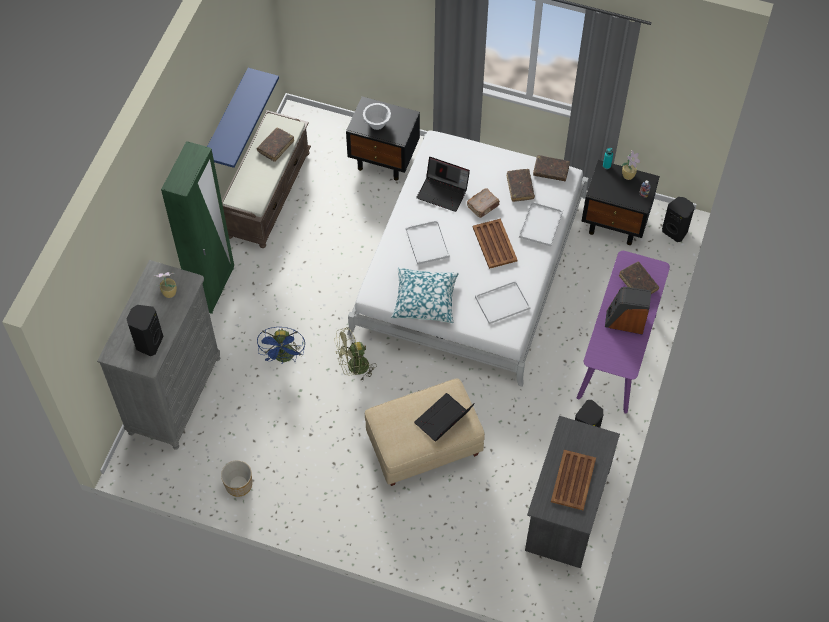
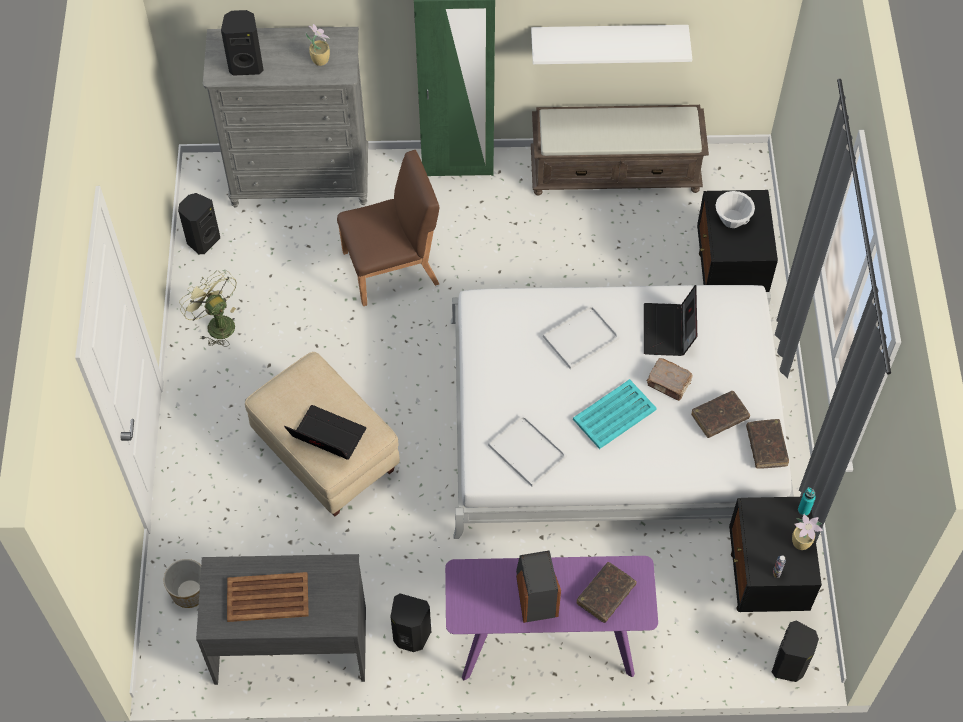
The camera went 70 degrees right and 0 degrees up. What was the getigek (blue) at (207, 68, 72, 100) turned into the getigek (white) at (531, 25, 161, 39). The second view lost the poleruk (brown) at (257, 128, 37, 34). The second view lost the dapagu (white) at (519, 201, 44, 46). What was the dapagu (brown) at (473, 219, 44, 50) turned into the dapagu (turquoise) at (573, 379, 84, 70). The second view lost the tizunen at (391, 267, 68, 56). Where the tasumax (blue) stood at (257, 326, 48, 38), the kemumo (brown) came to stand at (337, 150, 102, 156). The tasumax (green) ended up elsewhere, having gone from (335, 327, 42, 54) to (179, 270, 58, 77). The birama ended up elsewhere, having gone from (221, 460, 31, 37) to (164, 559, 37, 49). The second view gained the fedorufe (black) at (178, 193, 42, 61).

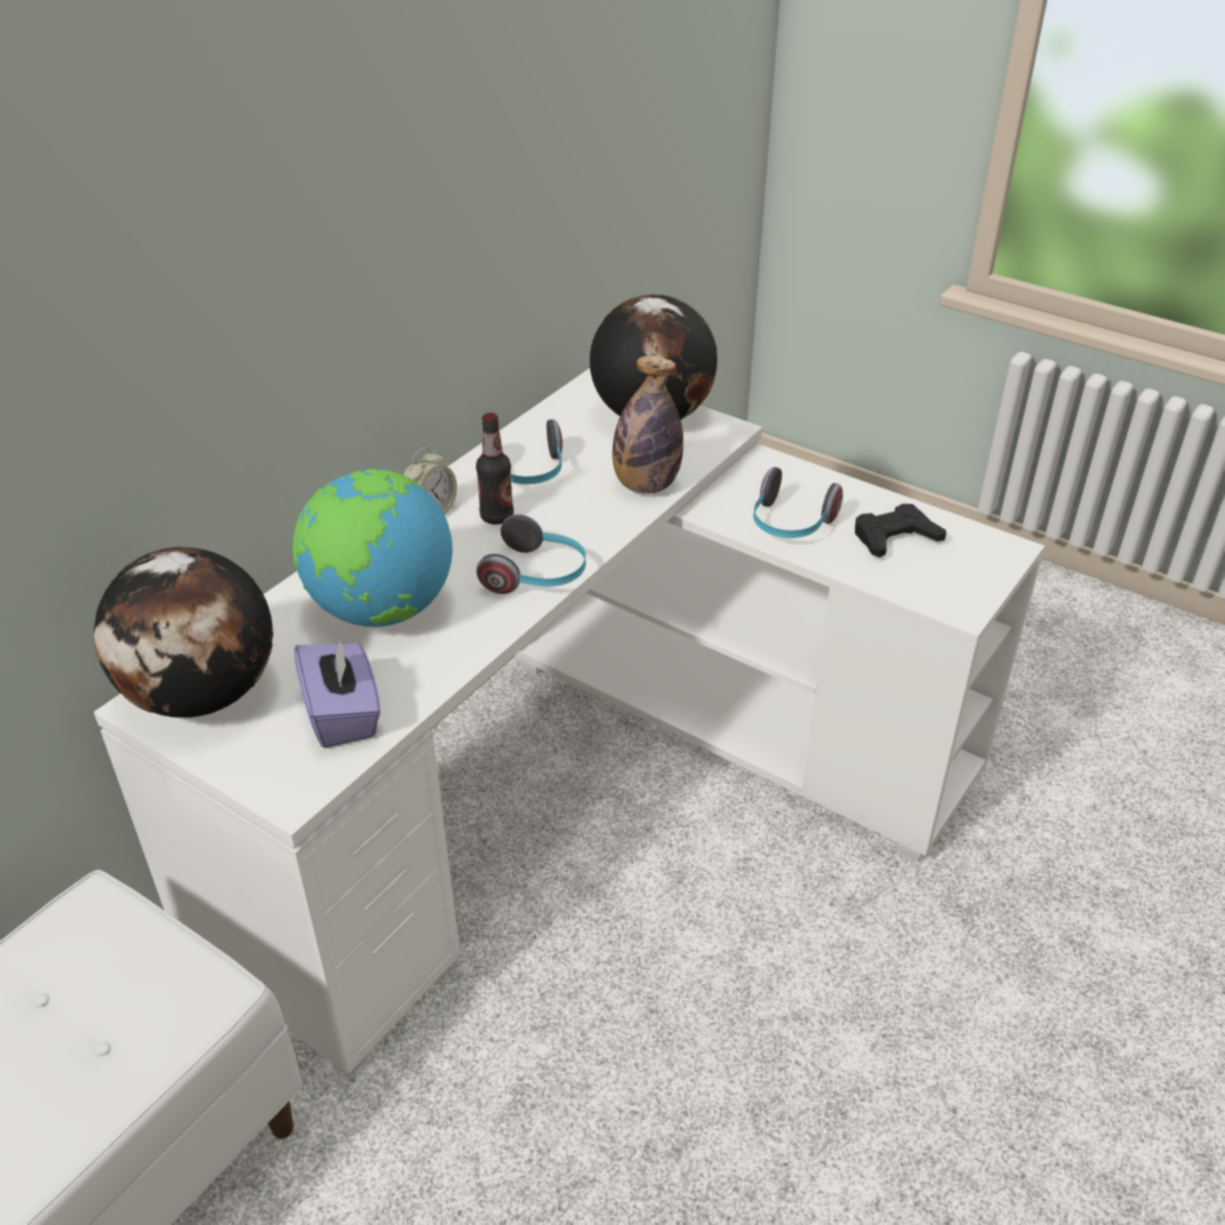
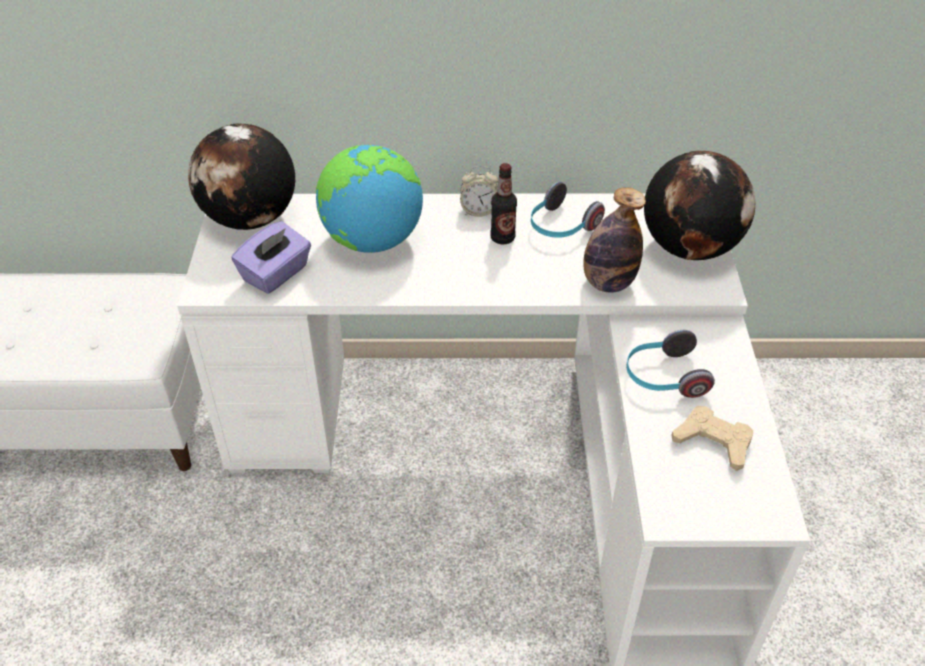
The camera went 55 degrees right and 5 degrees up. What was the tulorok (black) at (855, 504, 91, 54) turned into the tulorok (beige) at (671, 406, 82, 65). The second view lost the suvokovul at (476, 514, 110, 80).

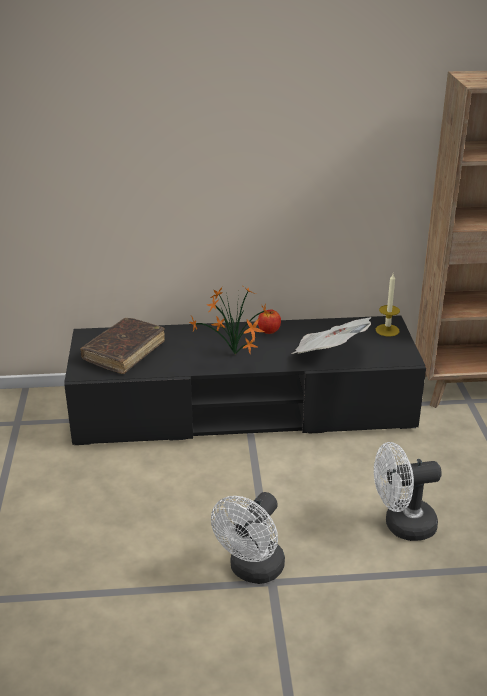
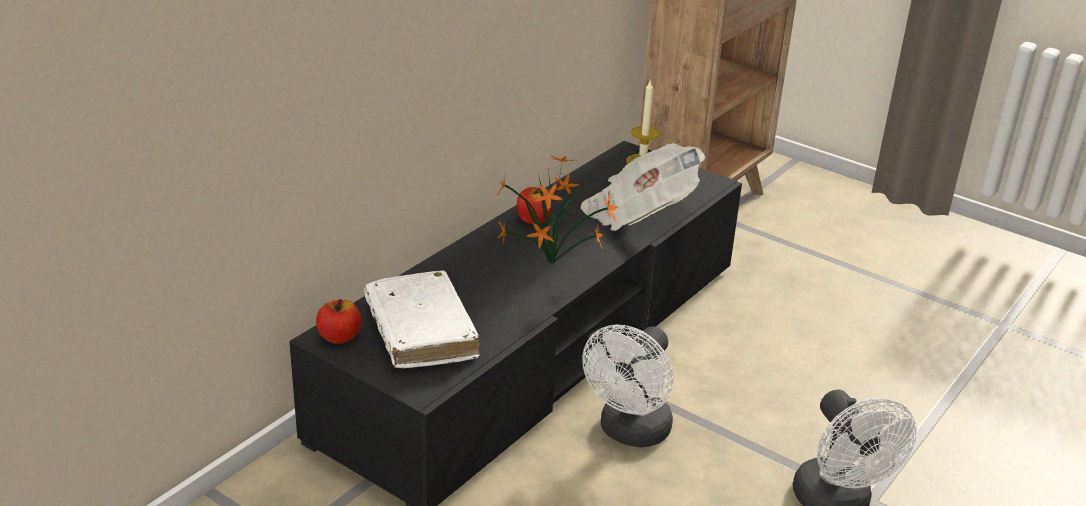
The camera went 50 degrees left and 0 degrees up. What was the poleruk (brown) at (80, 318, 85, 56) turned into the poleruk (white) at (365, 270, 115, 98). The tasumax (white) ended up elsewhere, having gone from (374, 442, 68, 99) to (582, 324, 91, 124). The second view gained the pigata at (316, 299, 45, 45).

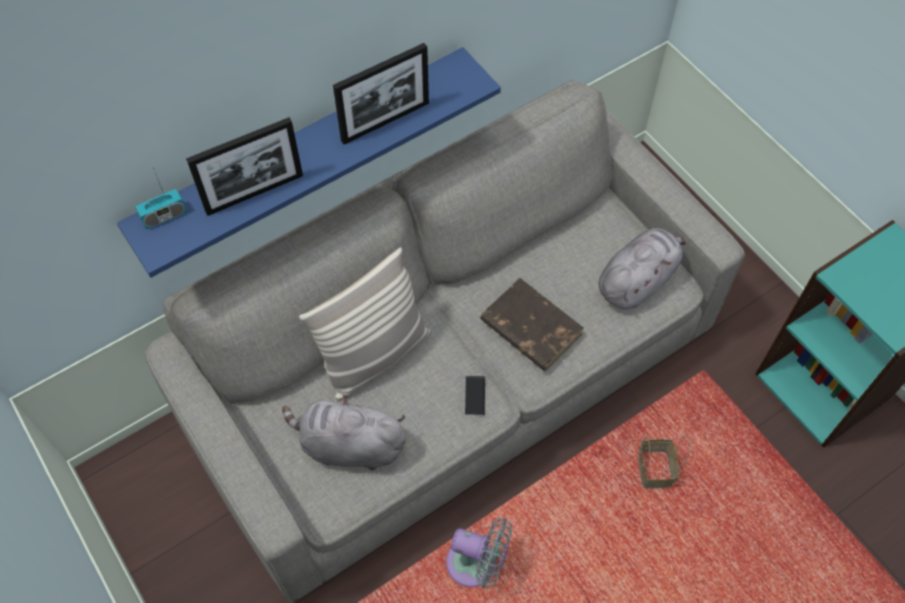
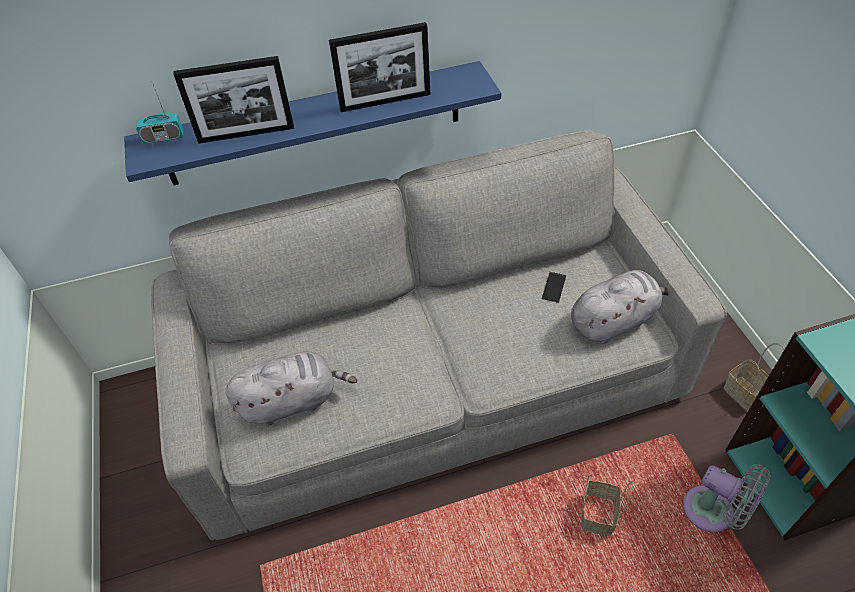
The camera went 20 degrees right and 10 degrees down. The second view lost the tizunen at (299, 247, 131, 155). The second view lost the poleruk (brown) at (480, 278, 104, 93). The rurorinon ended up elsewhere, having gone from (465, 376, 20, 39) to (542, 272, 24, 31). The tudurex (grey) at (282, 394, 124, 76) ended up facing another way, 135 degrees clockwise from before. The tasumax (grey) ended up elsewhere, having gone from (446, 518, 67, 70) to (683, 464, 87, 68). The second view gained the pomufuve at (723, 343, 61, 68).

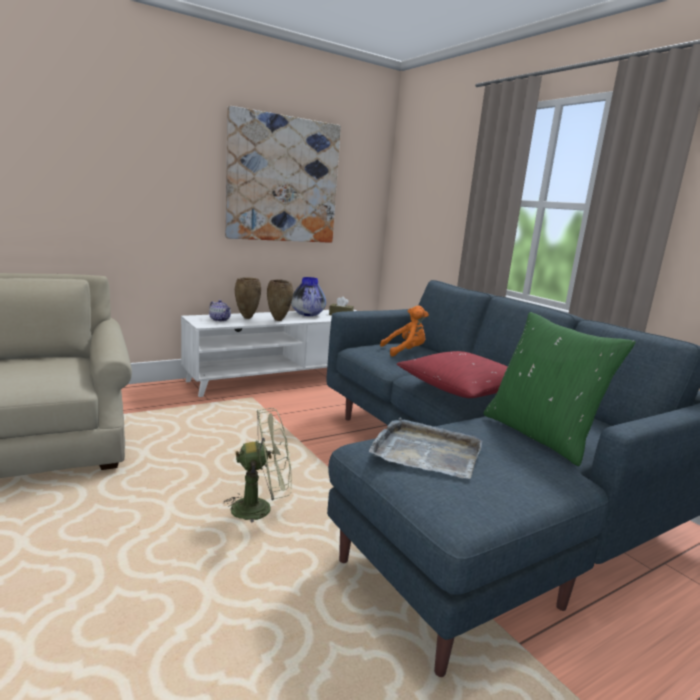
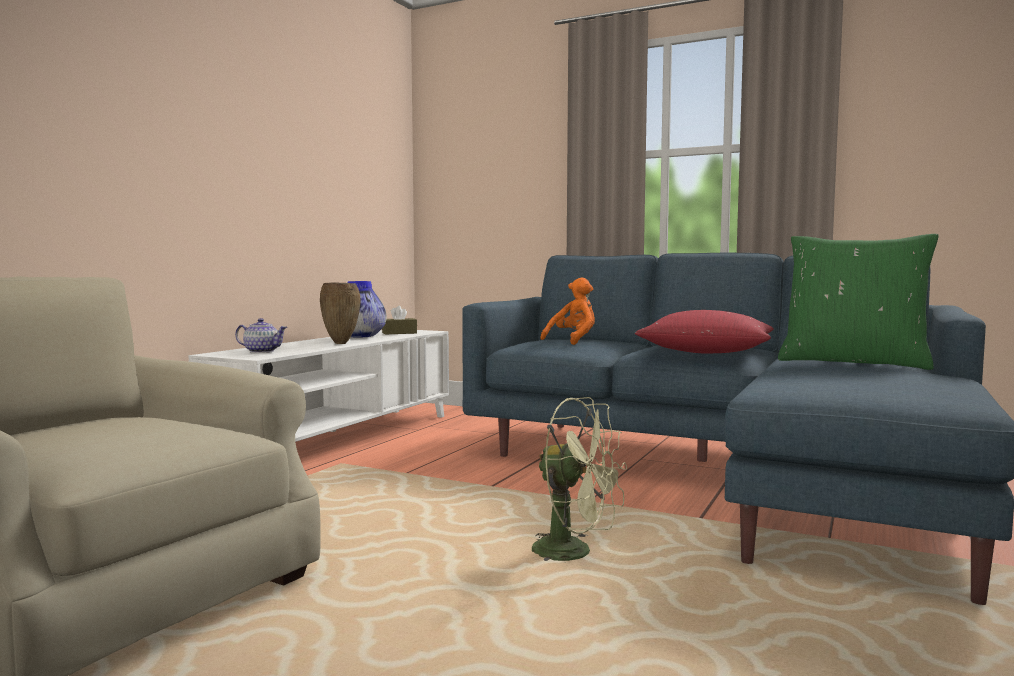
The camera went 30 degrees left and 10 degrees down. The second view lost the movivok at (225, 106, 116, 137). The second view lost the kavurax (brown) at (235, 278, 26, 41). The tasumax (green) at (224, 408, 68, 114) ended up facing another way, 75 degrees clockwise from before. The second view lost the dapagu (grey) at (369, 417, 113, 62).

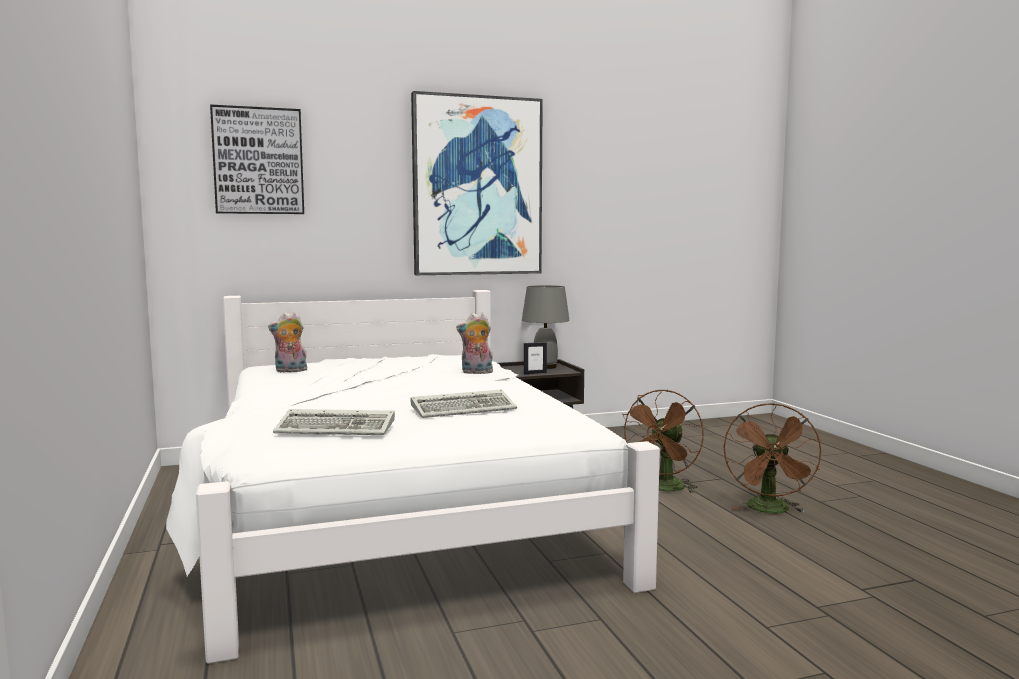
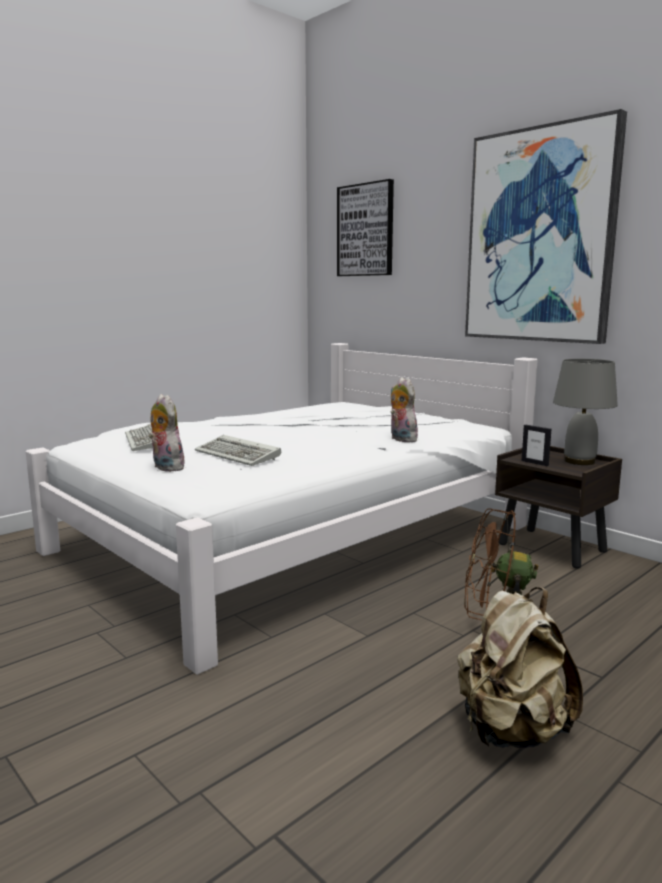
The camera went 65 degrees right and 5 degrees up. The tudurex ended up elsewhere, having gone from (268, 312, 39, 61) to (148, 394, 36, 78). Where the tasumax (brown) stood at (723, 403, 98, 110), the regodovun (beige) came to stand at (457, 587, 126, 161).

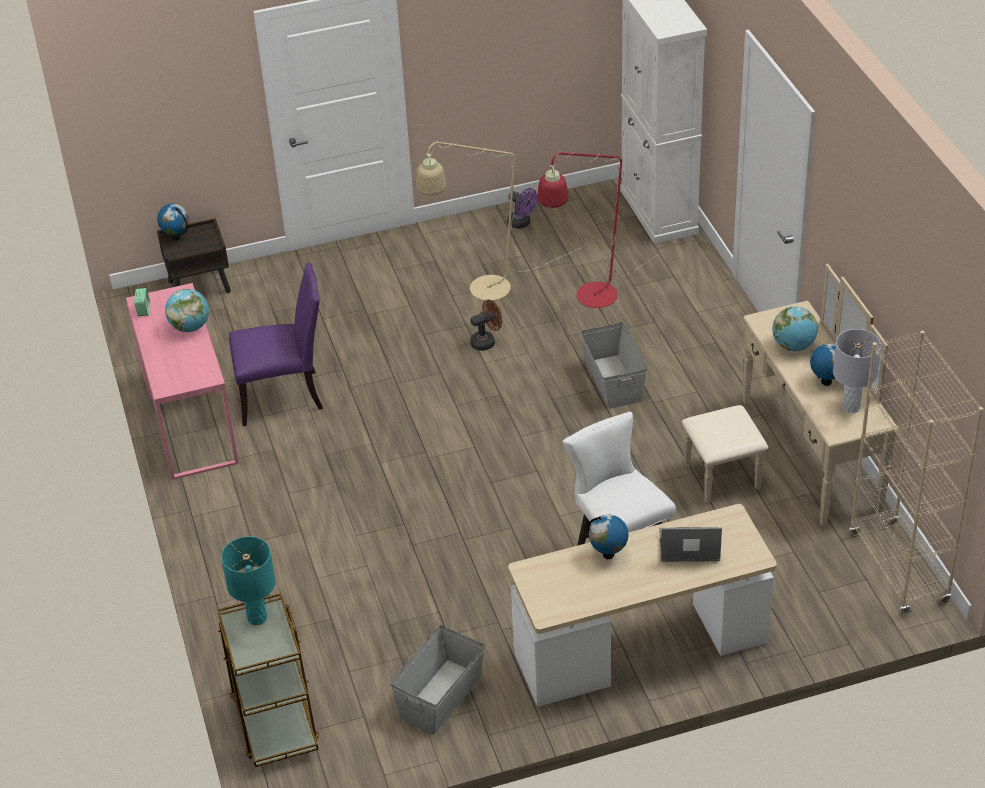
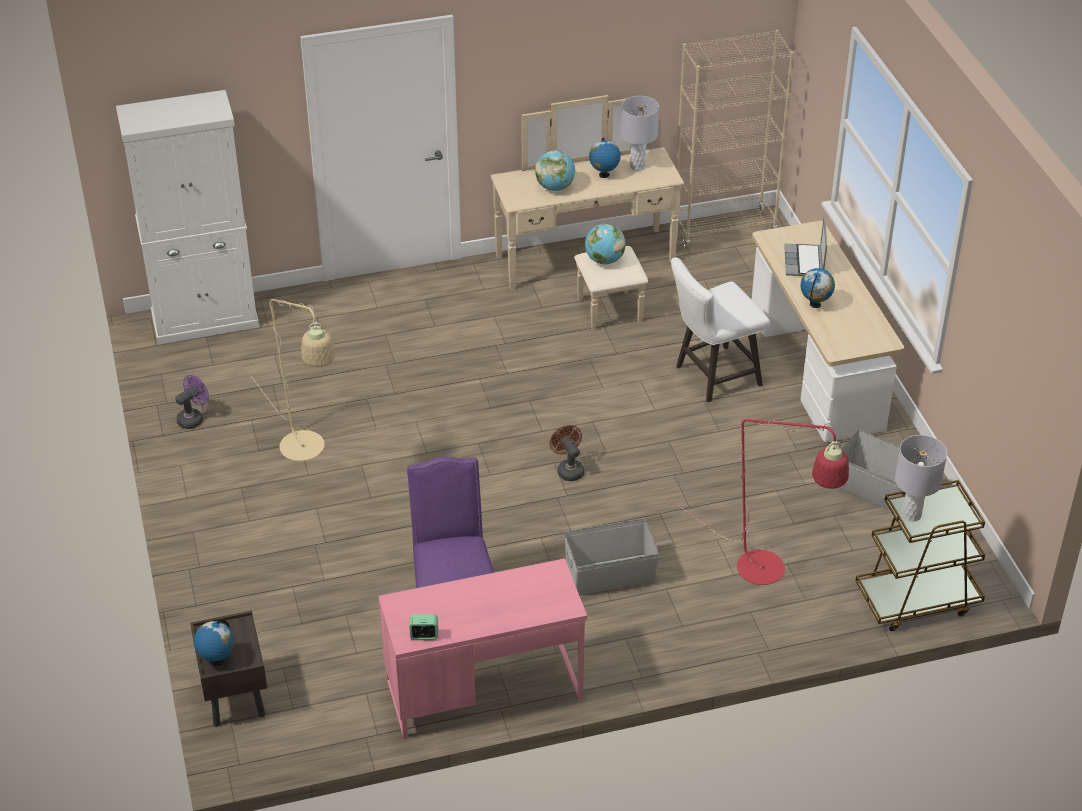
The camera went 90 degrees left and 0 degrees up. The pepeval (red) ended up elsewhere, having gone from (538, 151, 135, 157) to (668, 419, 181, 166). The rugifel ended up elsewhere, having gone from (165, 289, 44, 43) to (585, 224, 41, 40). The tasumax (brown) ended up elsewhere, having gone from (470, 300, 32, 51) to (549, 425, 35, 56). The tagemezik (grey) ended up elsewhere, having gone from (580, 322, 68, 87) to (564, 518, 95, 78). What was the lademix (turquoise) at (221, 536, 54, 89) turned into the lademix (grey) at (895, 435, 52, 86).

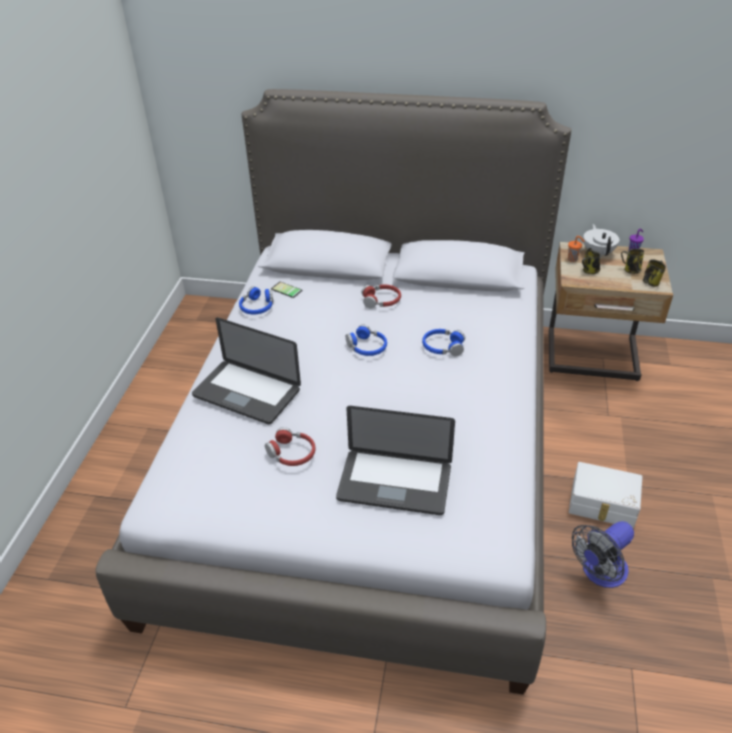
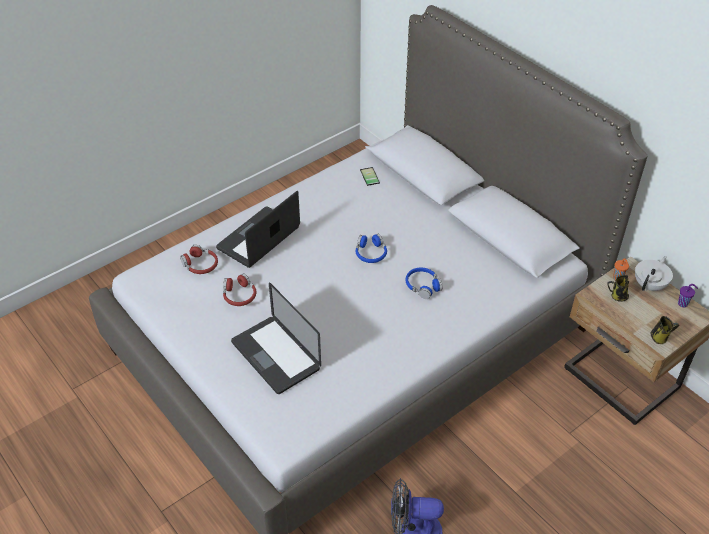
The camera went 40 degrees right and 5 degrees up. The second view lost the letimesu at (621, 249, 23, 25). The suvokovul (red) ended up elsewhere, having gone from (361, 284, 40, 25) to (180, 245, 38, 29). The second view lost the suvokovul (blue) at (239, 286, 34, 28). The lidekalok at (192, 317, 109, 108) ended up facing another way, 60 degrees clockwise from before. The second view lost the tagemezik (white) at (569, 462, 73, 66).

